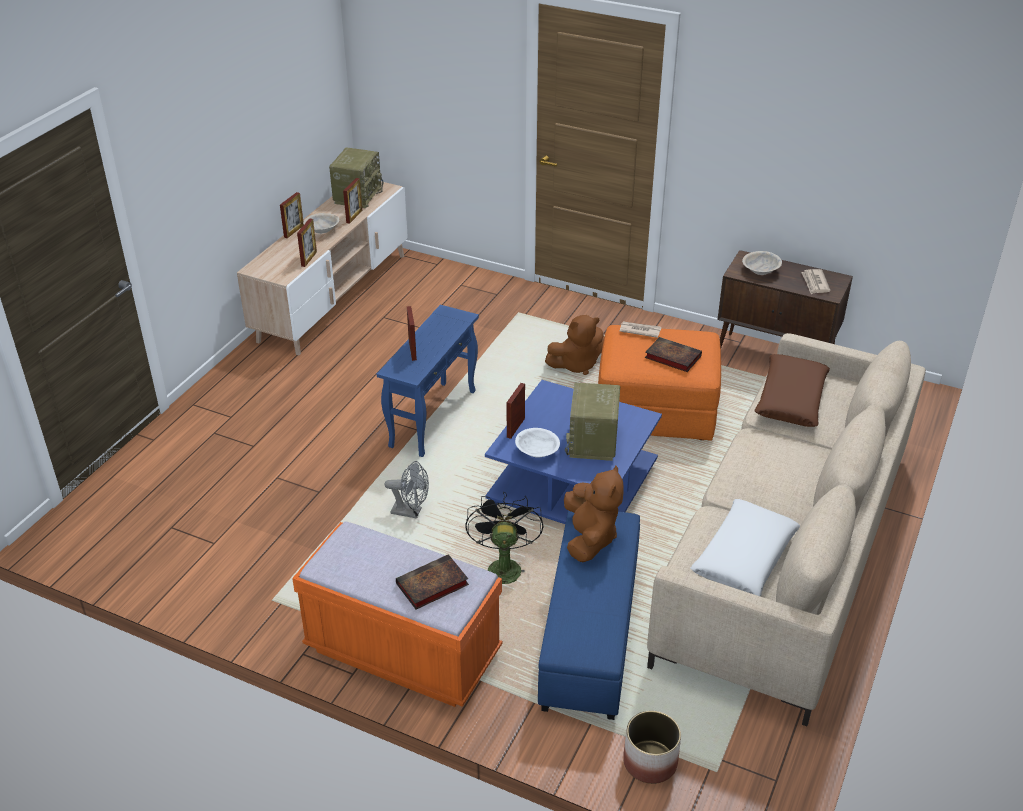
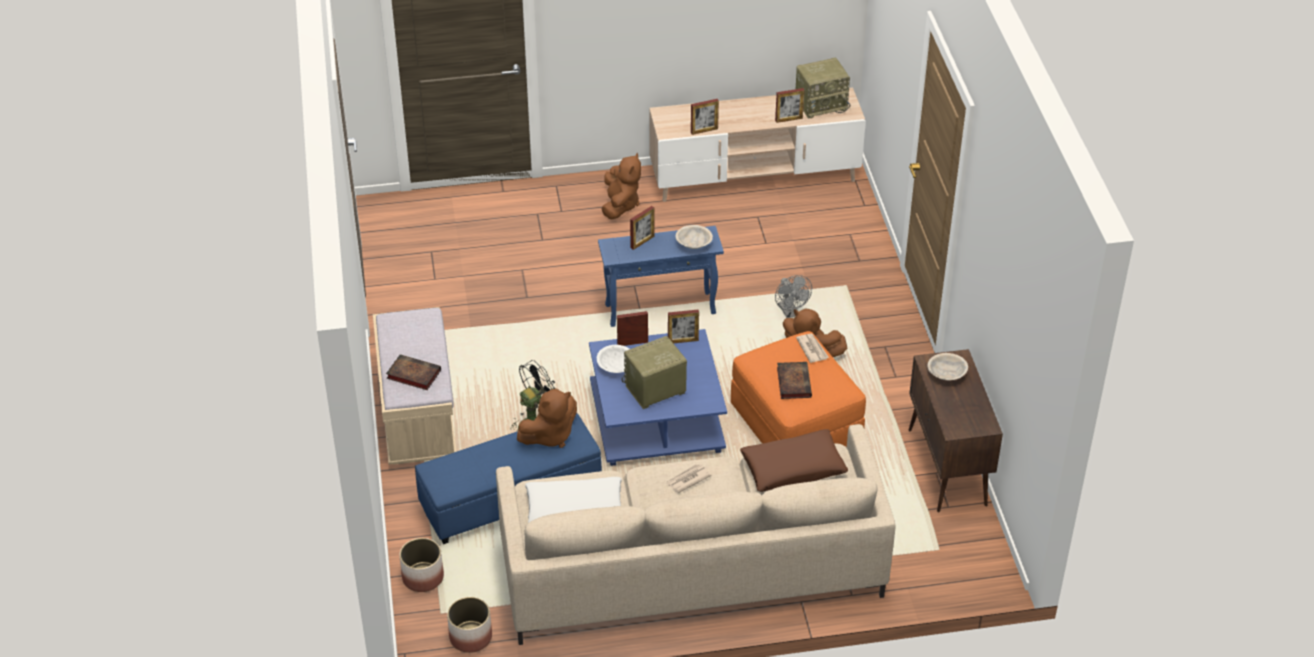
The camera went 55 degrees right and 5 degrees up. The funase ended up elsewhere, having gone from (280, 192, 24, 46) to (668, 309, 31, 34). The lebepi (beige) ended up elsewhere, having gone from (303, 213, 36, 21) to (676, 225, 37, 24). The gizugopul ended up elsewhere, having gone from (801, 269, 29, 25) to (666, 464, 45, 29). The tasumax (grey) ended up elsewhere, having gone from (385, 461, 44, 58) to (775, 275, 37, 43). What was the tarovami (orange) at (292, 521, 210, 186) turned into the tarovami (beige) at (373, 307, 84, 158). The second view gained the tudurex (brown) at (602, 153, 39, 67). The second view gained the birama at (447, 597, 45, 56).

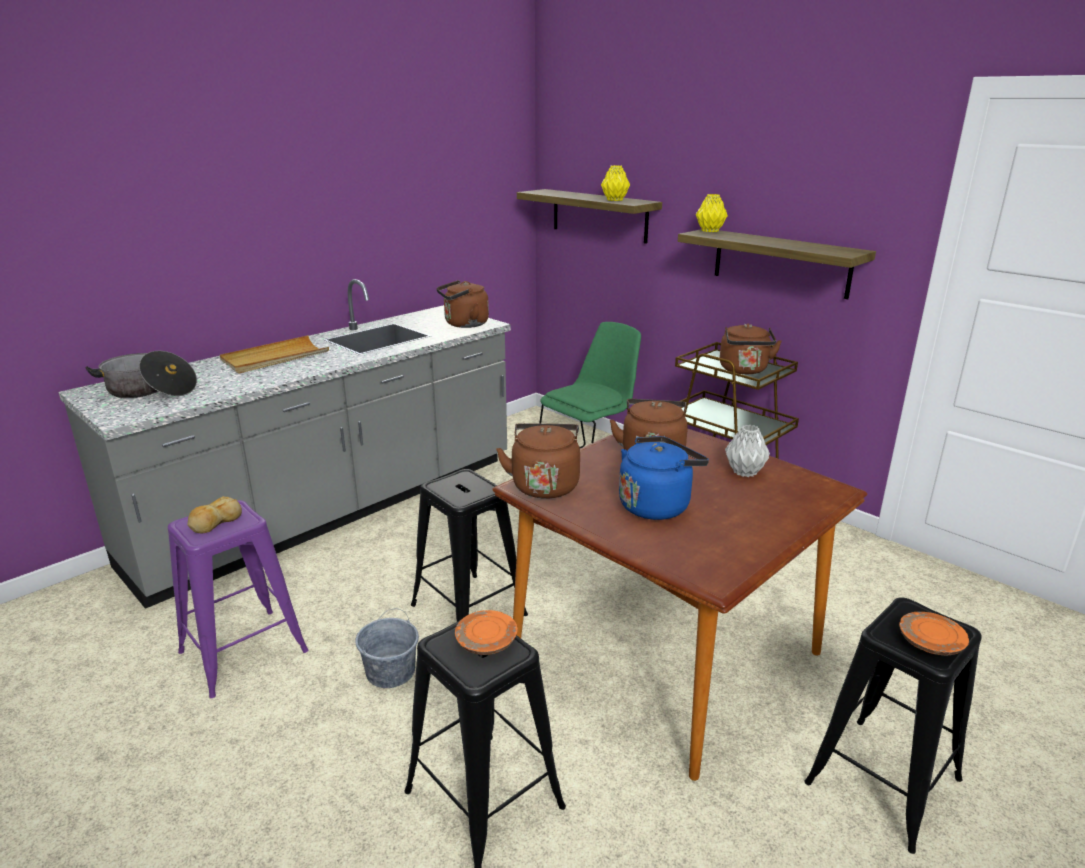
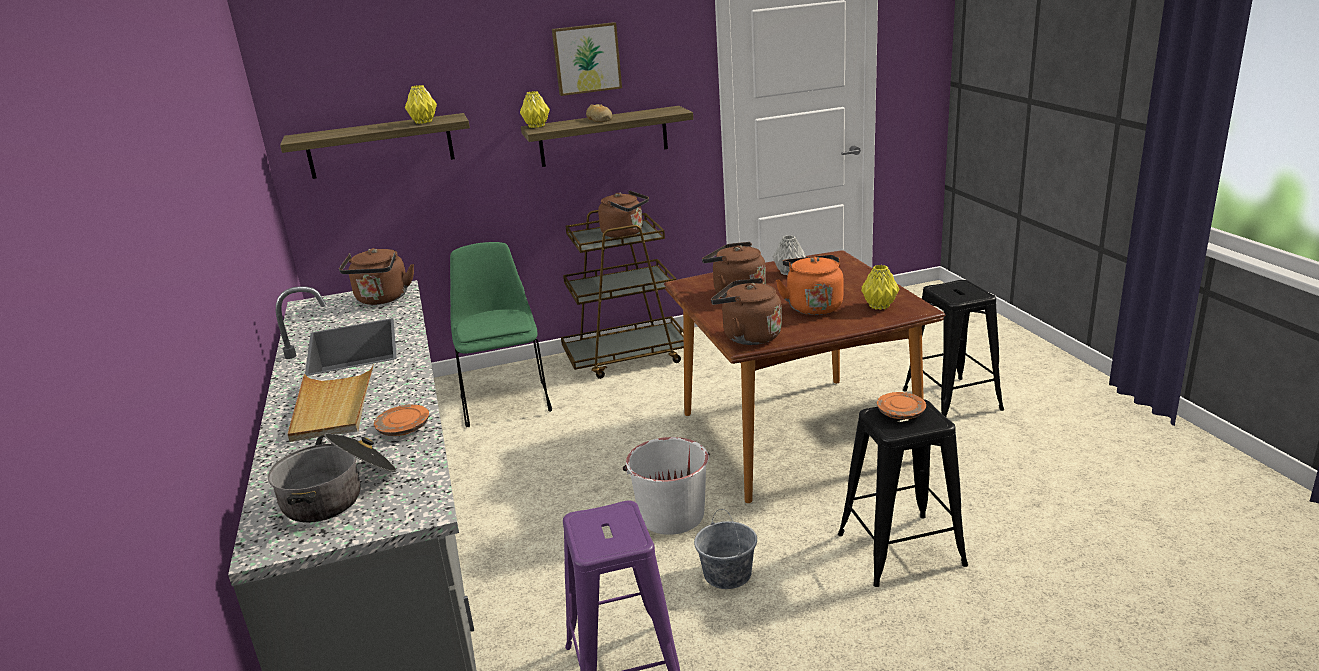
The camera went 60 degrees left and 0 degrees up. What was the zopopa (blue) at (619, 436, 90, 84) turned into the zopopa (orange) at (776, 255, 68, 60). Where the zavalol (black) stood at (411, 469, 117, 153), the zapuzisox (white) came to stand at (623, 437, 87, 98). The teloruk ended up elsewhere, having gone from (187, 496, 55, 37) to (586, 104, 26, 18). The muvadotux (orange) ended up elsewhere, having gone from (899, 612, 70, 43) to (374, 404, 55, 32). The second view gained the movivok at (552, 22, 70, 74). The second view gained the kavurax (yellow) at (861, 265, 38, 45).

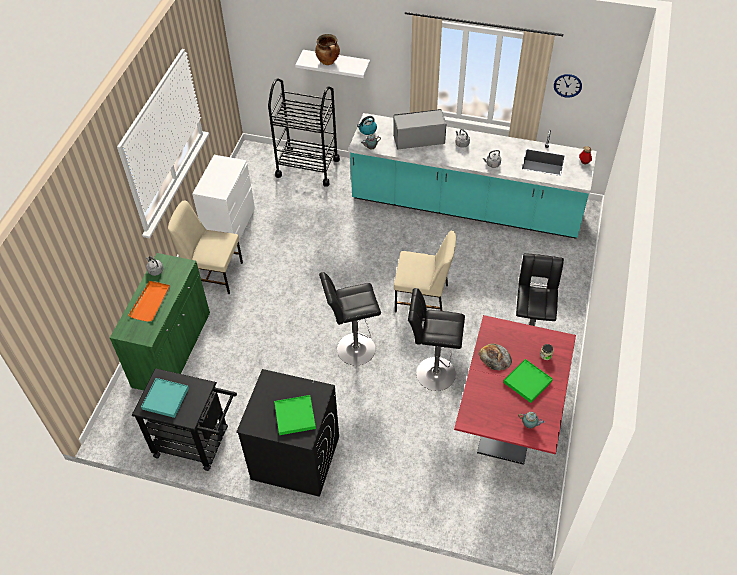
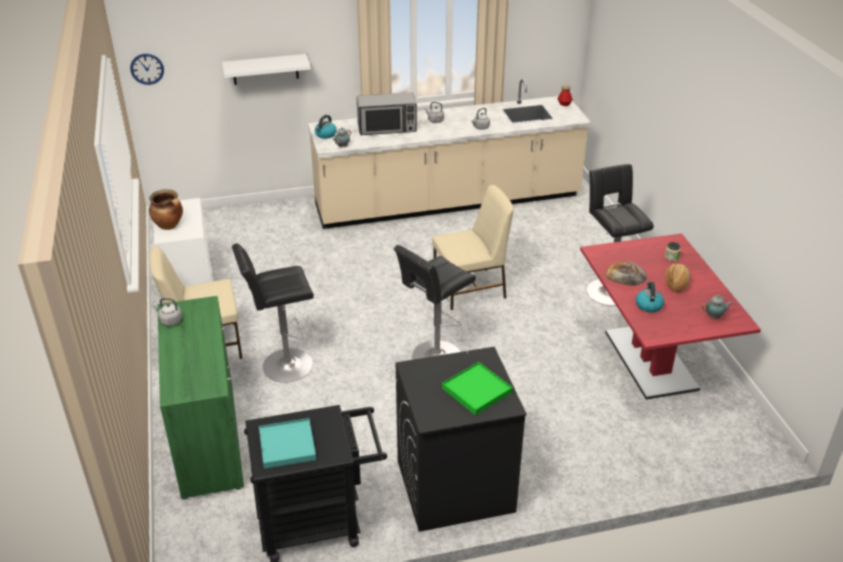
The camera went 30 degrees left and 15 degrees down. The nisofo ended up elsewhere, having gone from (315, 34, 25, 31) to (149, 189, 34, 41). The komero ended up elsewhere, having gone from (554, 74, 28, 24) to (130, 54, 34, 31). The second view lost the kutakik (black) at (268, 78, 72, 109). The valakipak at (393, 109, 53, 40) ended up facing another way, 150 degrees counterclockwise from before. What was the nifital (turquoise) at (348, 113, 249, 125) turned into the nifital (beige) at (308, 79, 283, 150). The second view lost the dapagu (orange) at (129, 281, 41, 41). The zavalol (black) ended up elsewhere, having gone from (408, 288, 57, 103) to (232, 243, 82, 140). Where the dapagu (green) stood at (503, 359, 50, 44), the teloruk came to stand at (665, 264, 25, 29). The second view gained the zopopa at (636, 282, 28, 30).

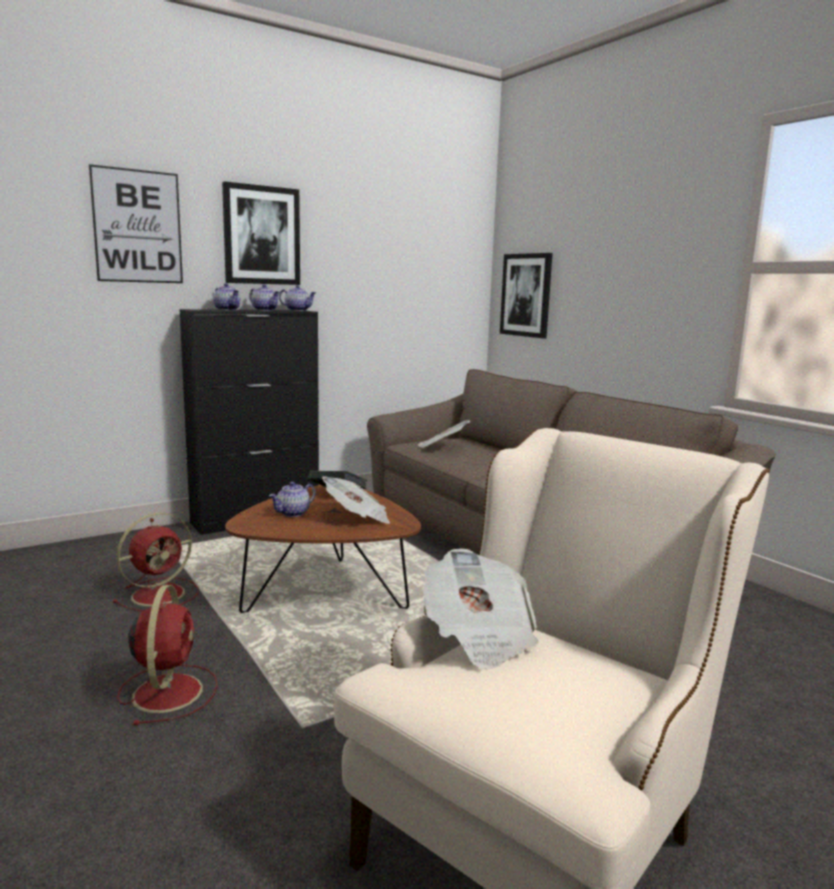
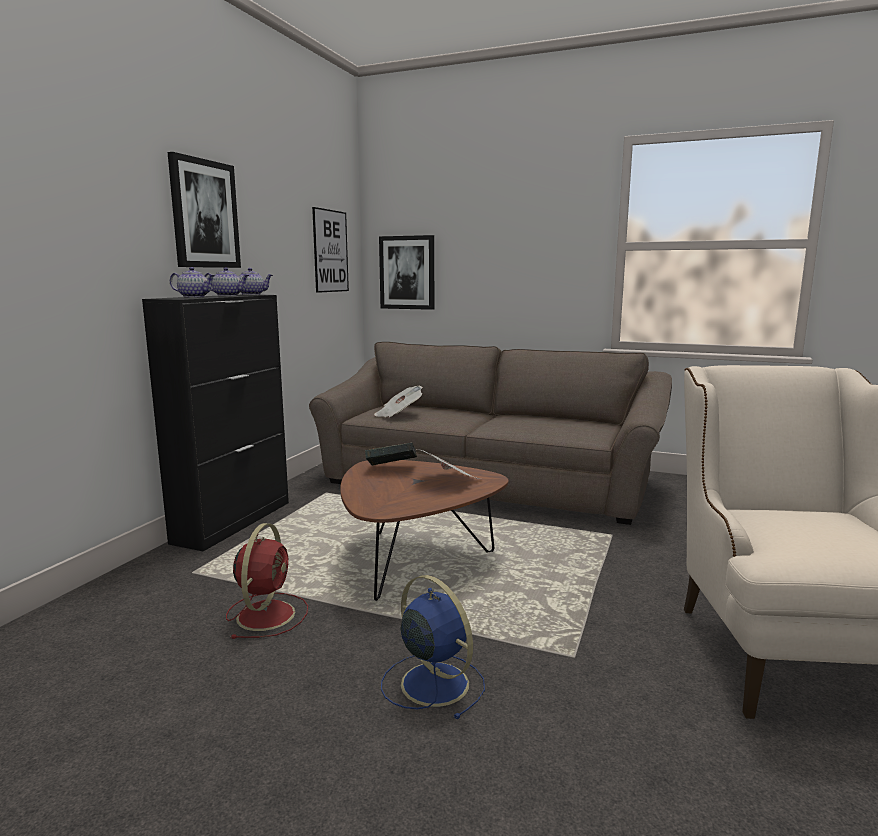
The camera went 35 degrees left and 0 degrees up. The movivok ended up elsewhere, having gone from (89, 164, 94, 119) to (312, 207, 37, 86). The second view lost the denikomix at (269, 482, 47, 35). The second view lost the gizugopul at (422, 548, 117, 122). What was the tasumax (red) at (118, 585, 100, 140) turned into the tasumax (blue) at (381, 575, 104, 144).

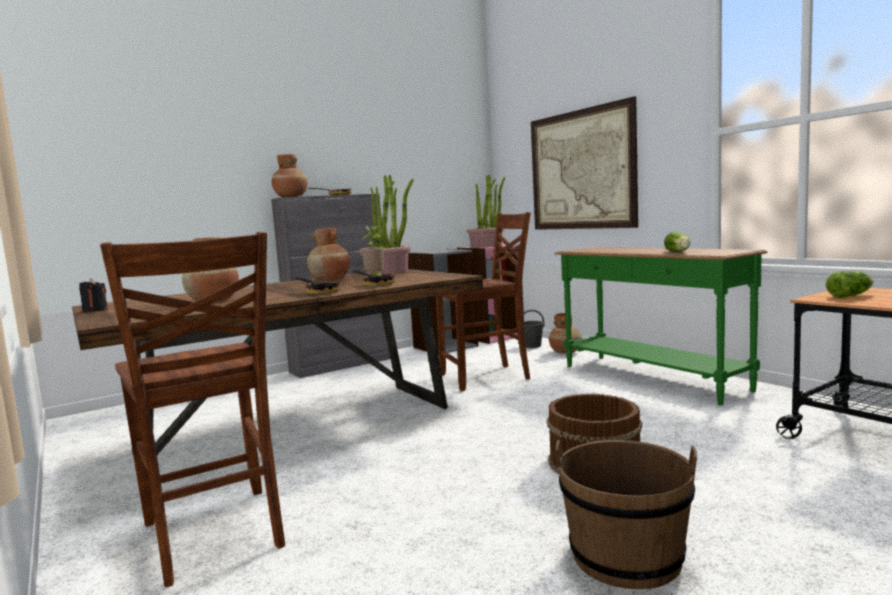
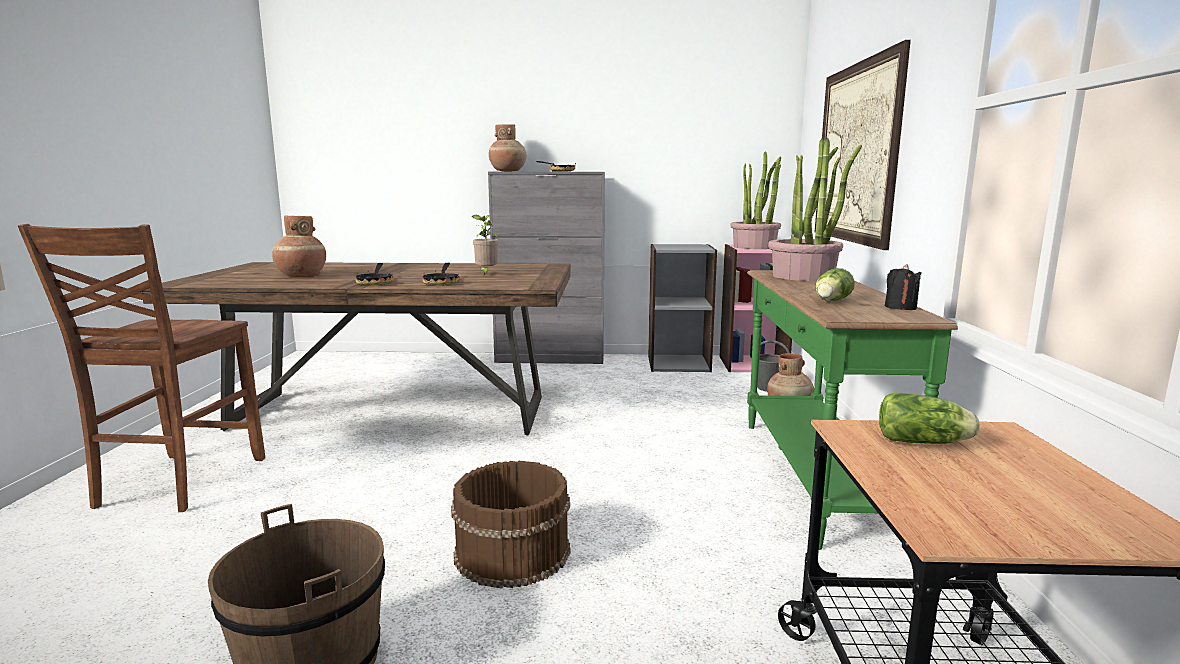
The camera went 35 degrees right and 5 degrees up. The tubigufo ended up elsewhere, having gone from (359, 175, 55, 100) to (768, 138, 94, 143). The second view lost the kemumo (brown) at (436, 212, 95, 179). The second view lost the kavurax (brown) at (307, 228, 43, 52). The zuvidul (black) ended up elsewhere, having gone from (79, 278, 29, 34) to (885, 264, 37, 46).

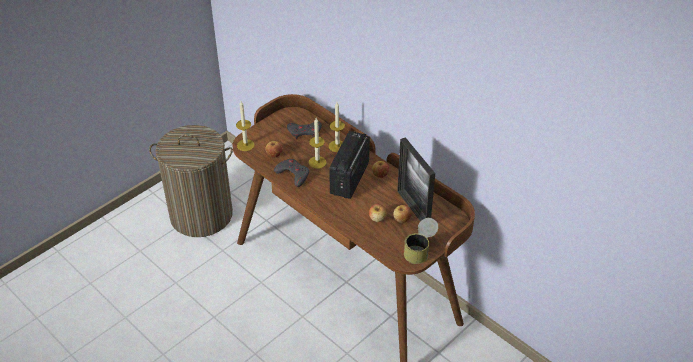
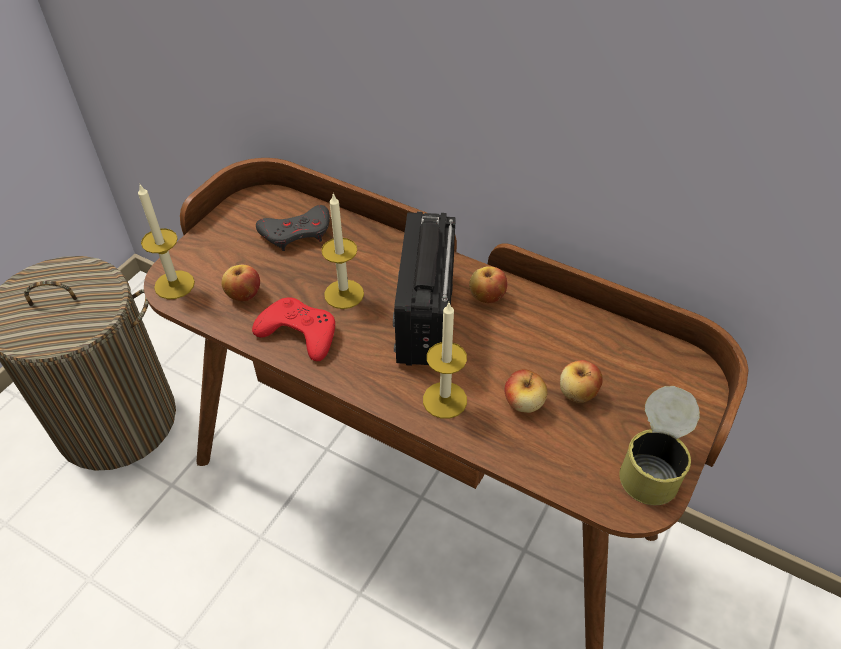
The camera went 15 degrees left and 5 degrees up. The zuvidul ended up elsewhere, having gone from (329, 103, 16, 49) to (423, 303, 44, 116). The second view lost the funase at (397, 137, 38, 84). What was the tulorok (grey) at (274, 159, 35, 28) turned into the tulorok (red) at (252, 298, 83, 63).

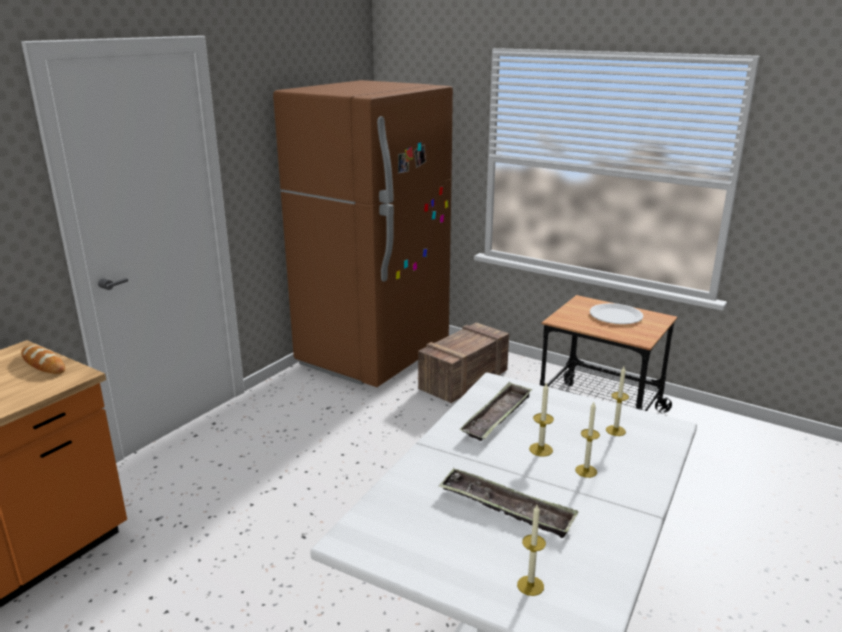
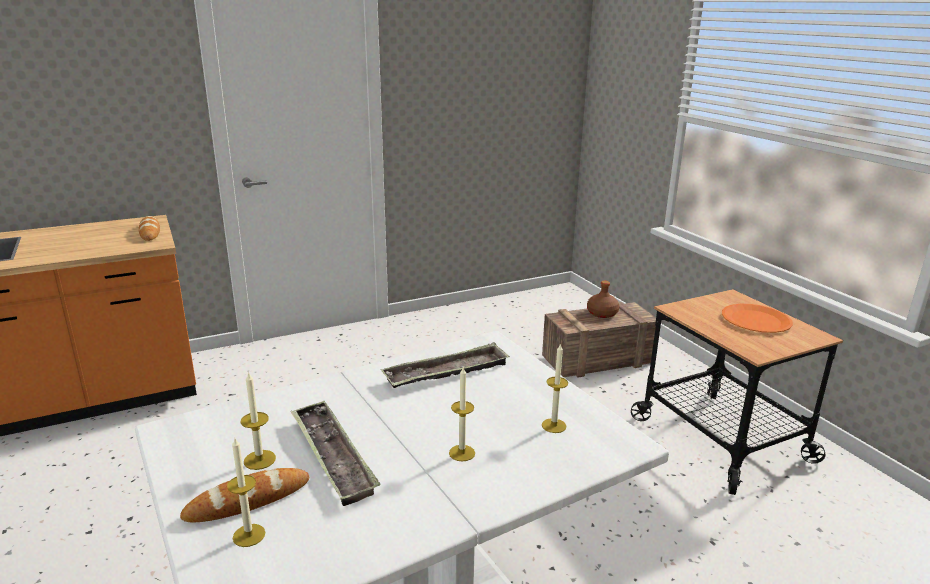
The camera went 30 degrees right and 0 degrees up. The second view lost the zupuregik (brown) at (273, 80, 180, 307). What was the muvadotux (white) at (590, 303, 53, 21) turned into the muvadotux (orange) at (722, 304, 71, 29). The zuvidul ended up elsewhere, having gone from (529, 383, 25, 73) to (241, 371, 35, 99). The second view gained the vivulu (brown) at (587, 281, 32, 37). The second view gained the teloruk at (180, 468, 129, 54).

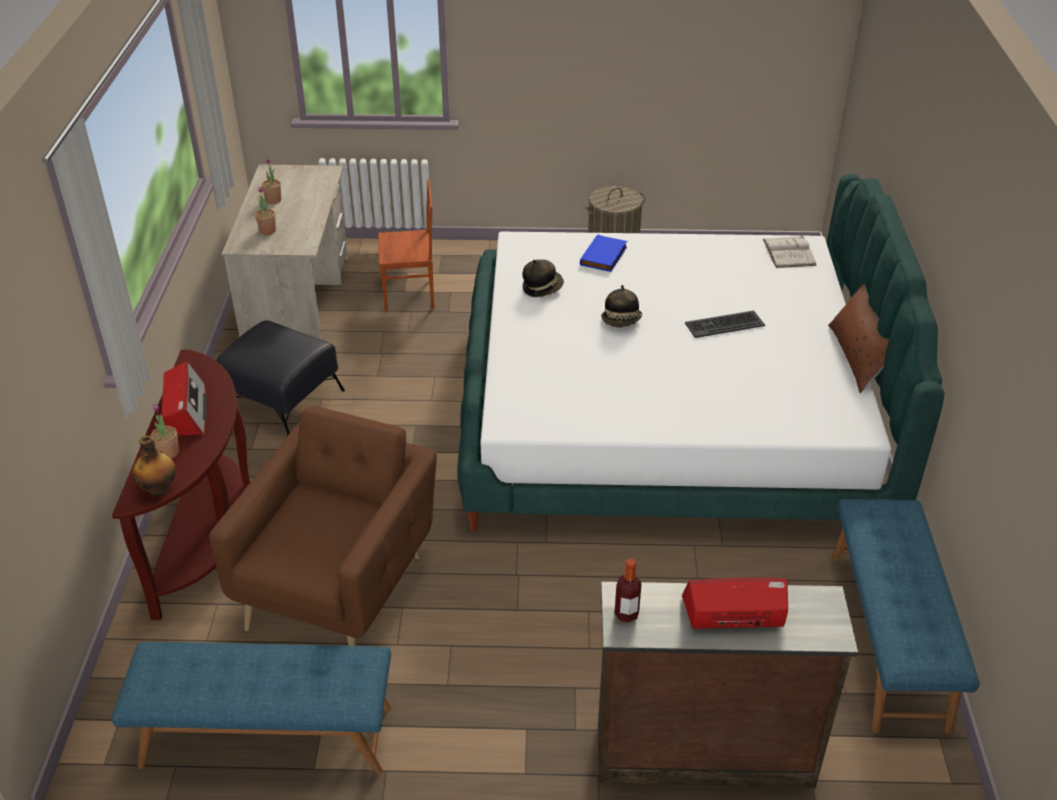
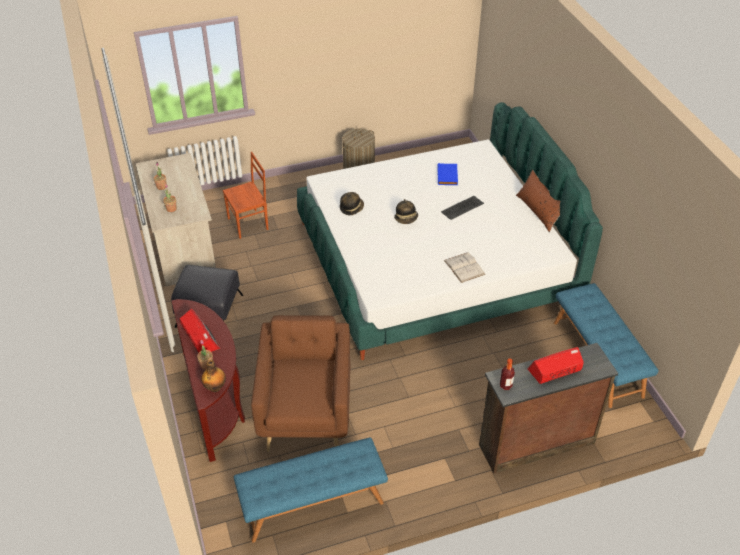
The camera went 20 degrees left and 5 degrees up. The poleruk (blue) ended up elsewhere, having gone from (580, 234, 47, 38) to (437, 163, 21, 22). The poleruk (white) ended up elsewhere, having gone from (763, 235, 54, 33) to (444, 252, 41, 31).

